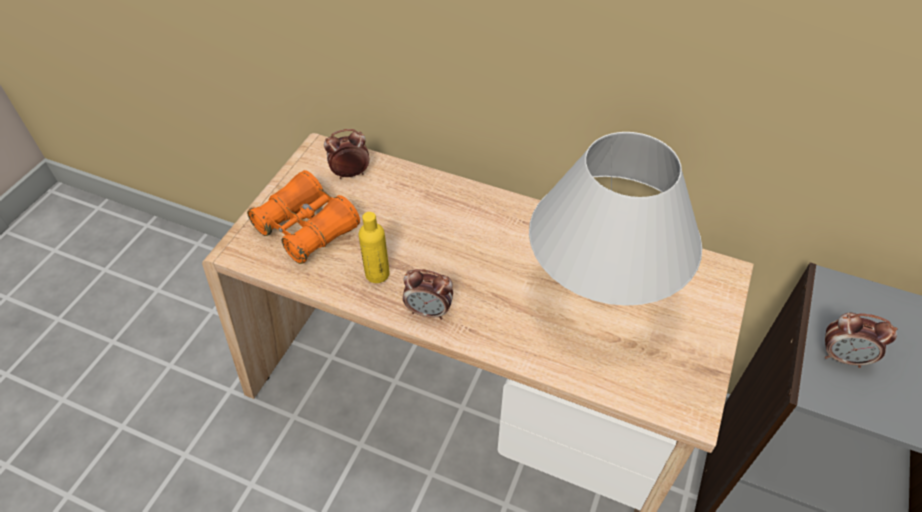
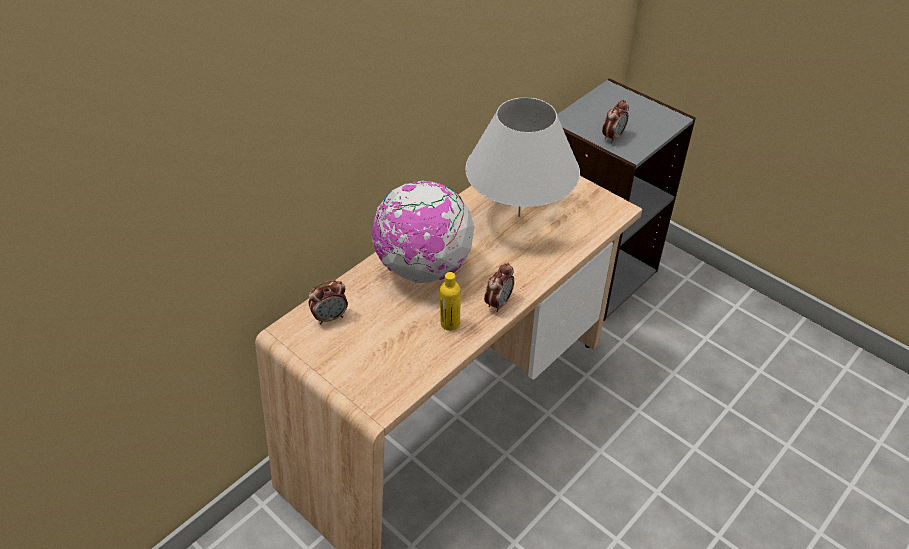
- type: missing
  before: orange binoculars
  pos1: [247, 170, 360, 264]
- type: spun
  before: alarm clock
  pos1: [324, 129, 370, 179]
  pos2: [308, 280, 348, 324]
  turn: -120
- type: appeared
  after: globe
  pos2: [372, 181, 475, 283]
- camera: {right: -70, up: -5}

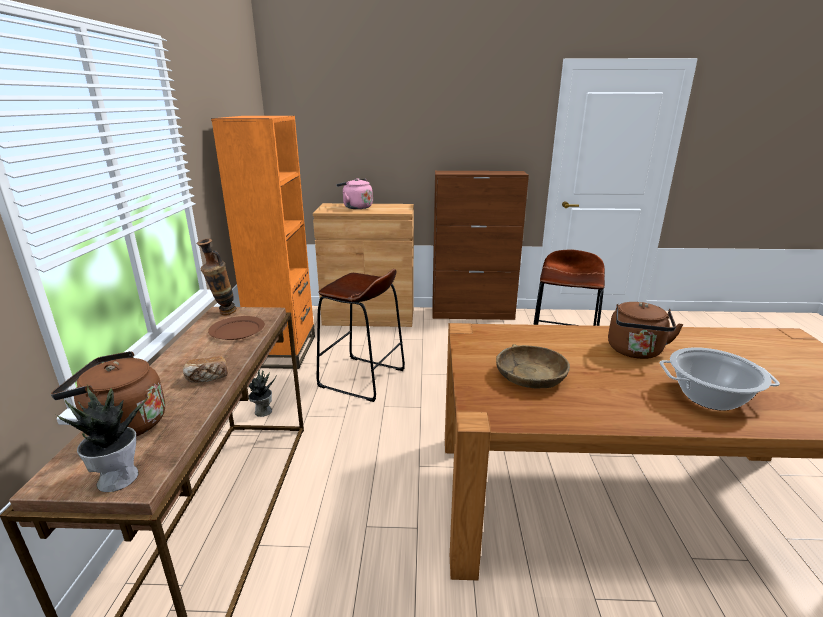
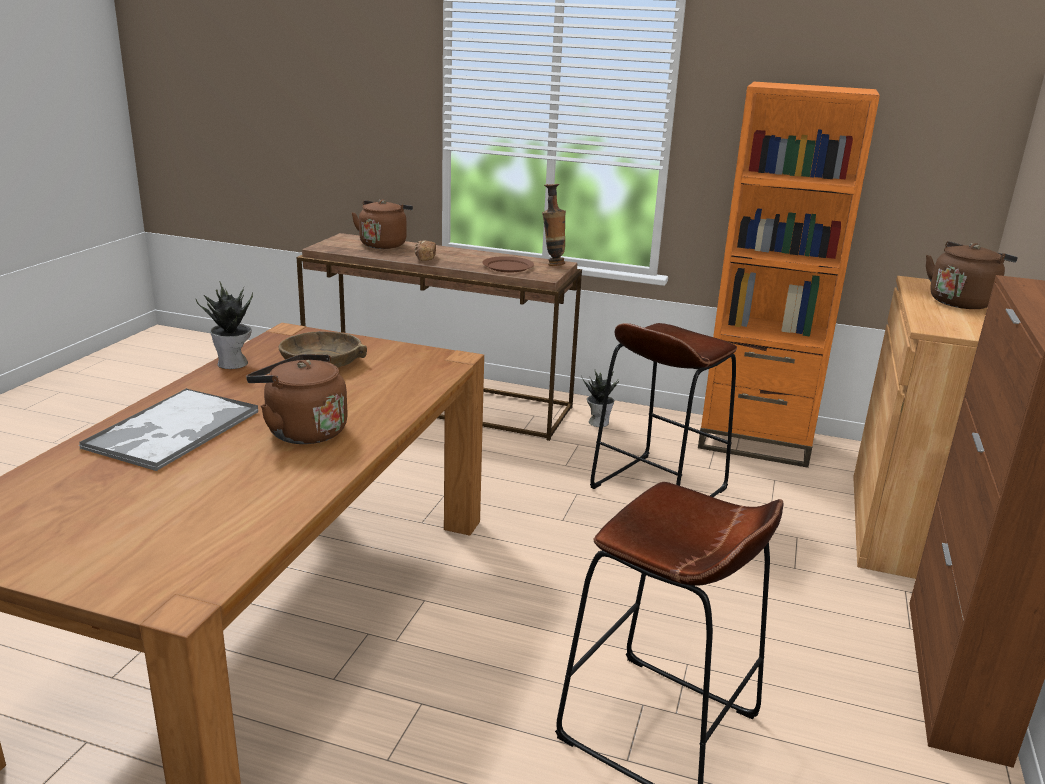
- type: relocated
  before: potted plant
  pos1: [56, 385, 148, 492]
  pos2: [196, 281, 253, 369]
- type: colour
  before: pink kettle
  after: brown kettle
  pos1: [336, 178, 373, 209]
  pos2: [926, 241, 1018, 309]
- type: exchanged
  before: cooking pot
  after: tray
  pos1: [660, 347, 780, 411]
  pos2: [79, 388, 259, 471]
- camera: {right: 105, up: 0}

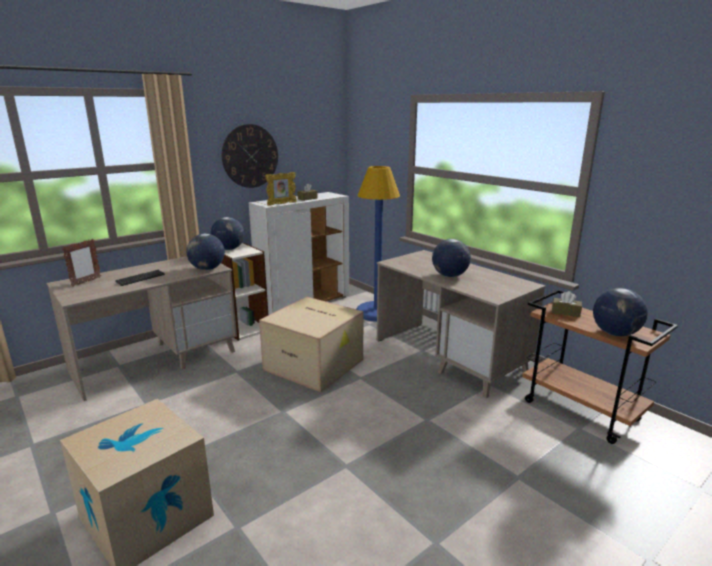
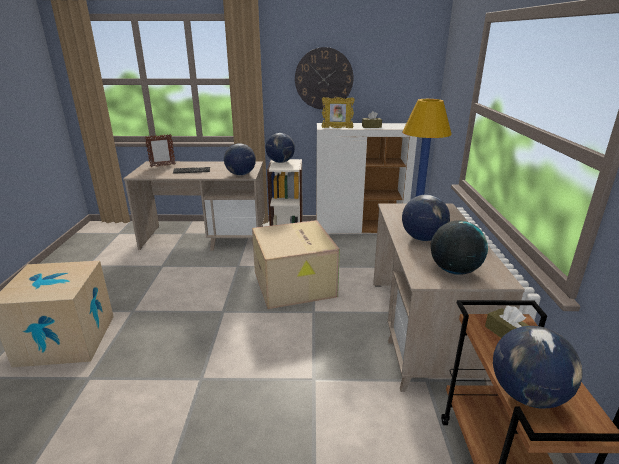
- type: appeared
  after: globe
  pos2: [431, 221, 488, 275]
- camera: {right: 40, up: 5}

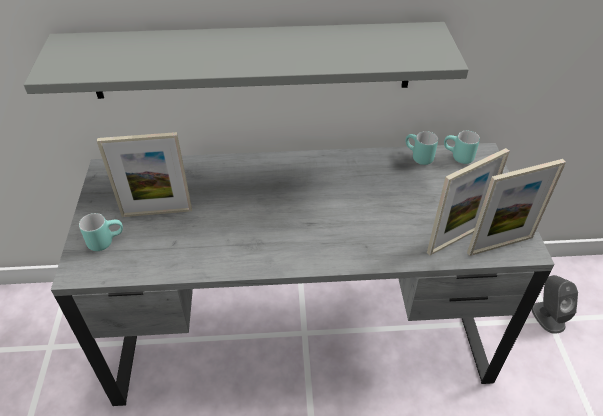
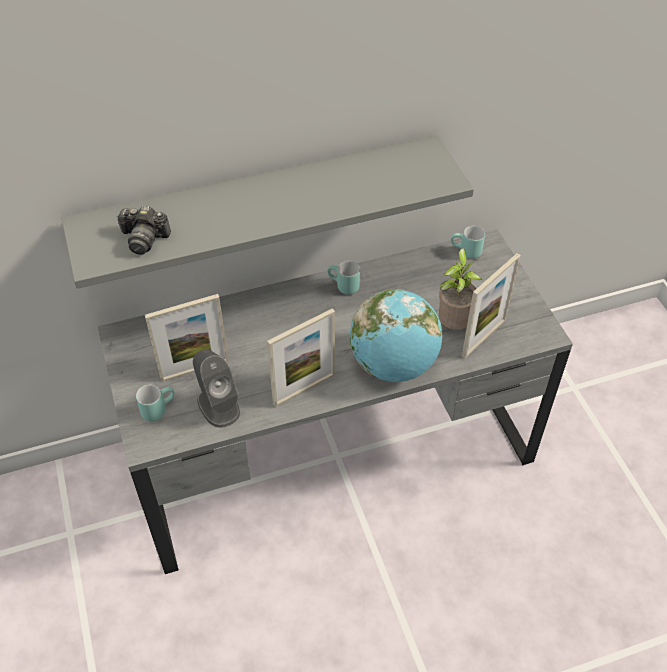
- type: relocated
  before: turquoise mug
  pos1: [405, 131, 438, 165]
  pos2: [327, 261, 360, 294]
- type: relocated
  before: picture frame
  pos1: [467, 159, 566, 256]
  pos2: [267, 308, 335, 407]
- type: relocated
  before: grey speaker
  pos1: [532, 275, 578, 334]
  pos2: [193, 349, 240, 428]
- type: appeared
  after: photo camera
  pos2: [117, 206, 171, 255]
- type: appeared
  after: globe
  pos2: [350, 289, 442, 382]
- type: appeared
  after: potted plant
  pos2: [439, 248, 482, 330]
- camera: {right: -15, up: 5}

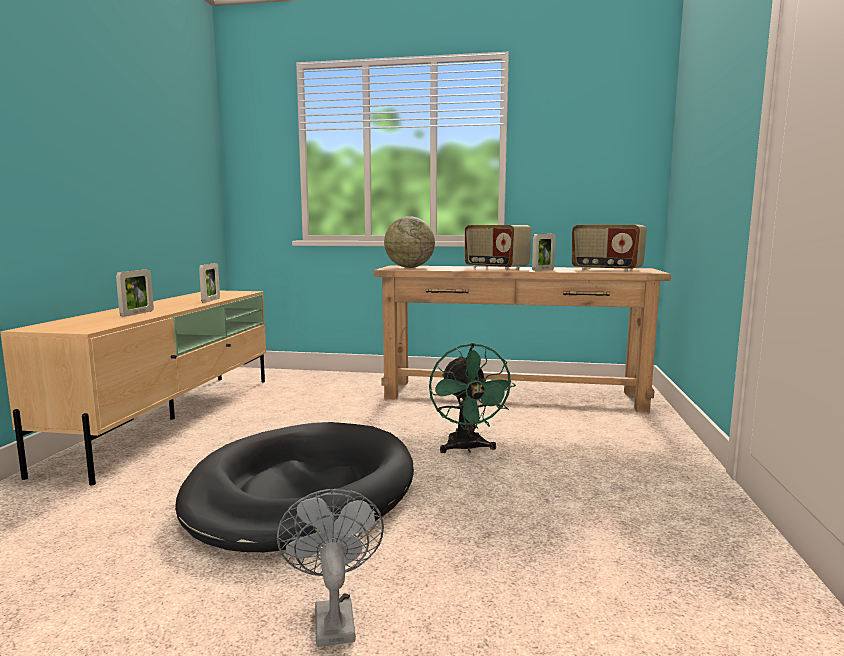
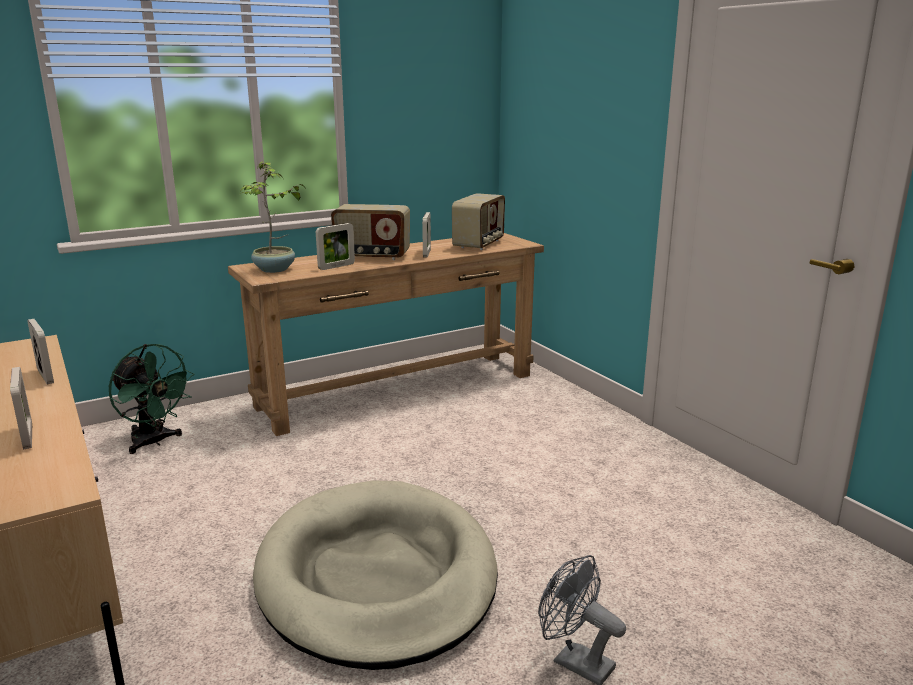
- type: colour
  before: black dog bed
  after: beige dog bed
  pos1: [175, 422, 414, 552]
  pos2: [253, 480, 498, 670]
- type: exchanged
  before: globe
  after: potted plant
  pos1: [384, 216, 435, 268]
  pos2: [239, 161, 305, 273]
- type: relocated
  before: green fan
  pos1: [429, 343, 516, 453]
  pos2: [109, 344, 194, 454]
- type: spun
  before: radio
  pos1: [572, 225, 647, 272]
  pos2: [452, 193, 505, 250]
  turn: -60
- type: appeared
  after: picture frame
  pos2: [316, 223, 355, 270]
- camera: {right: -40, up: 10}

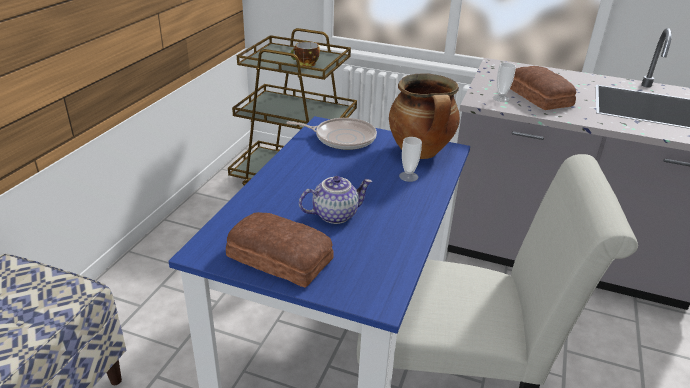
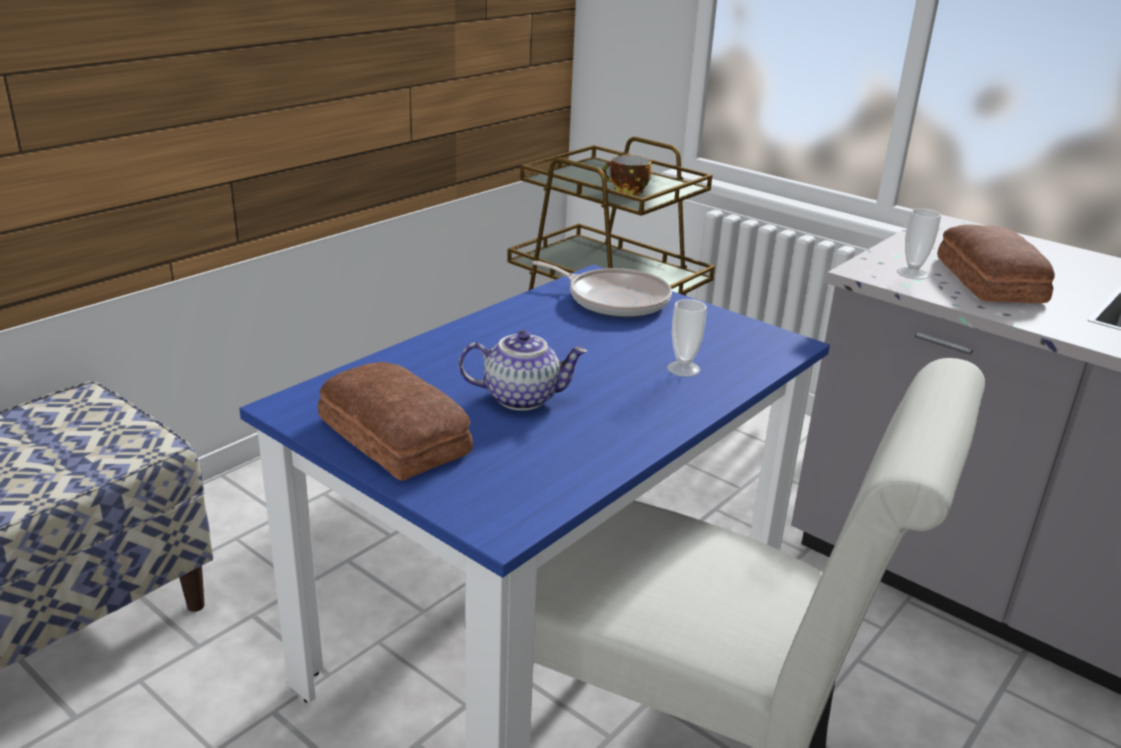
- type: missing
  before: cooking pot
  pos1: [389, 74, 460, 159]
- camera: {right: 20, up: -5}

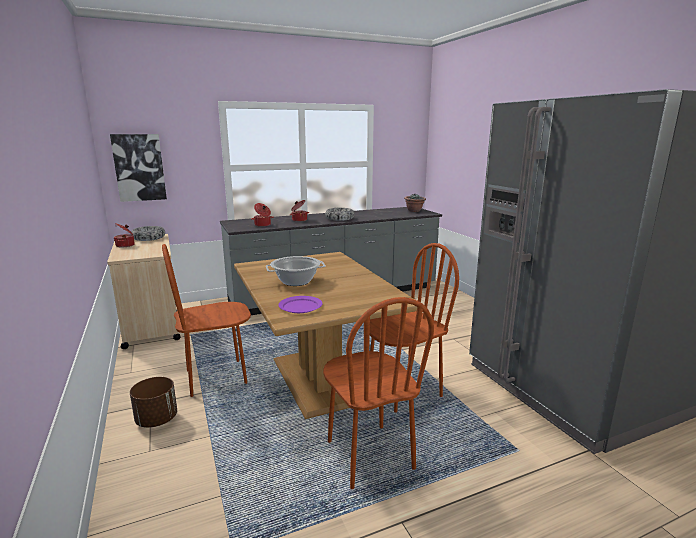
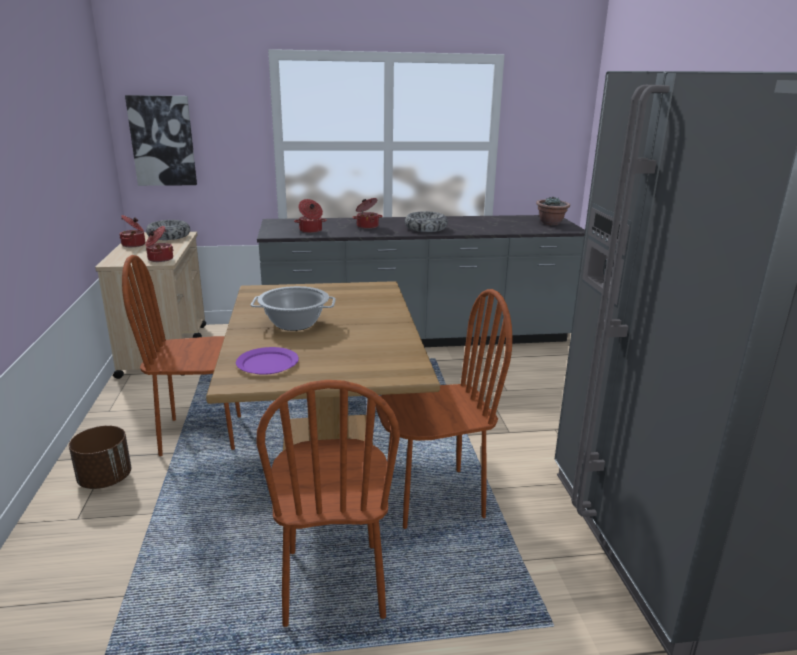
- type: appeared
  after: cooking pot
  pos2: [146, 226, 173, 262]
- camera: {right: 15, up: 5}

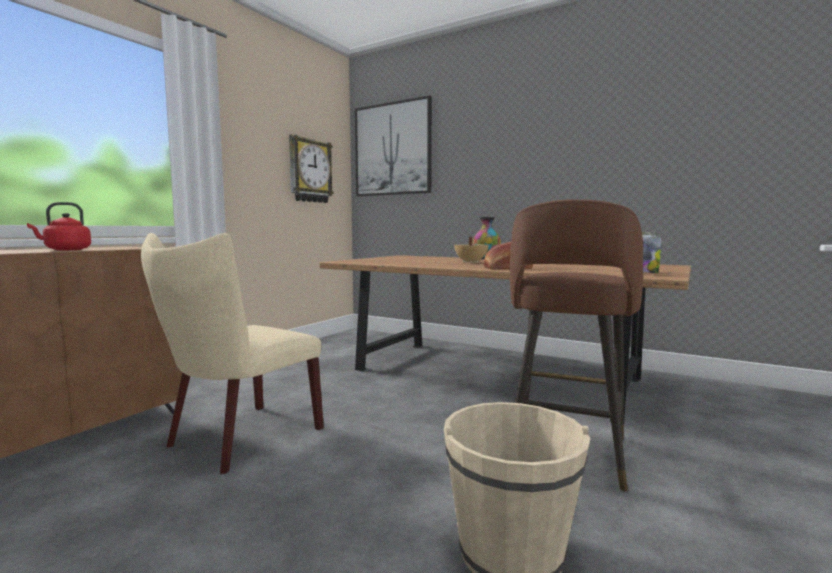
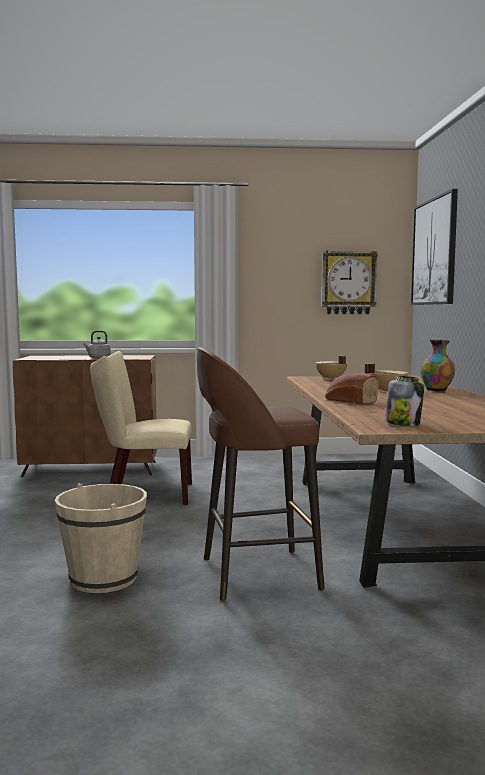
- type: colour
  before: red kettle
  after: grey kettle
  pos1: [27, 202, 91, 250]
  pos2: [83, 331, 111, 359]
- type: appeared
  after: beige cooking pot
  pos2: [315, 356, 348, 380]
- camera: {right: 55, up: 0}

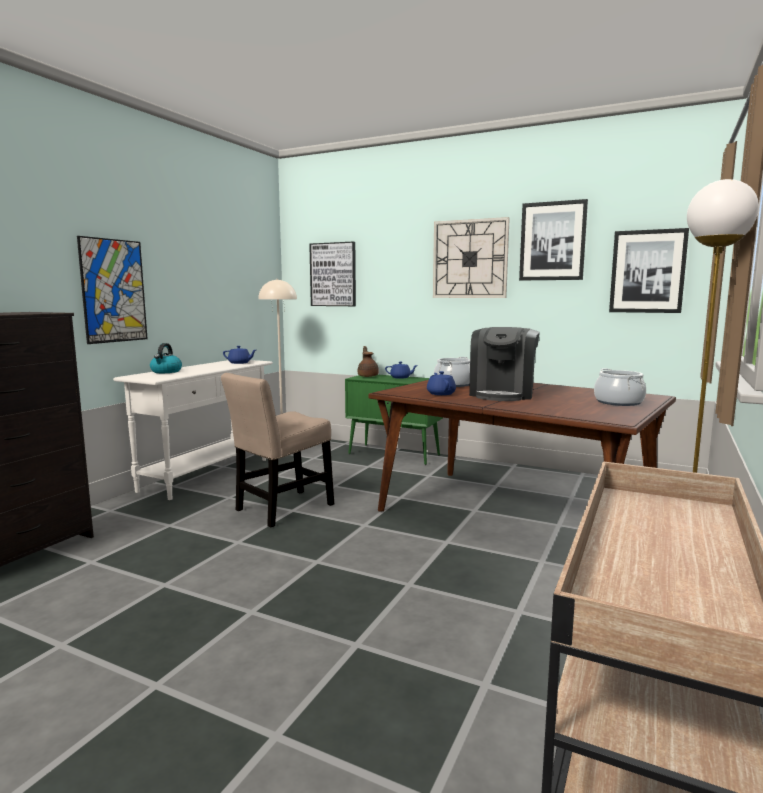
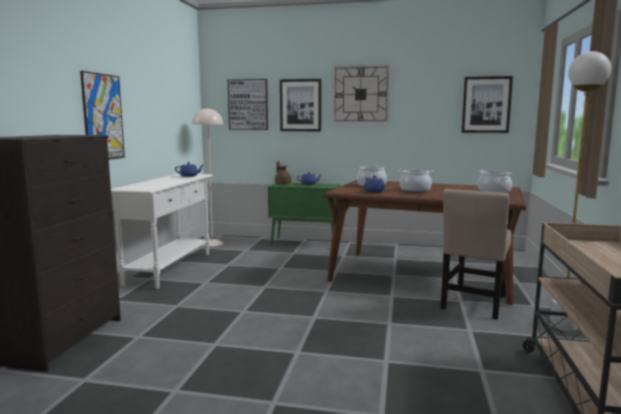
- type: missing
  before: kettle
  pos1: [150, 343, 182, 373]
- type: relocated
  before: beige chair
  pos1: [221, 373, 334, 528]
  pos2: [441, 189, 512, 320]
- type: exchanged
  before: coffee machine
  after: cooking pot
  pos1: [469, 327, 540, 401]
  pos2: [399, 170, 434, 192]
- type: relocated
  before: picture
  pos1: [519, 199, 588, 280]
  pos2: [280, 79, 321, 131]
- camera: {right: -15, up: 0}

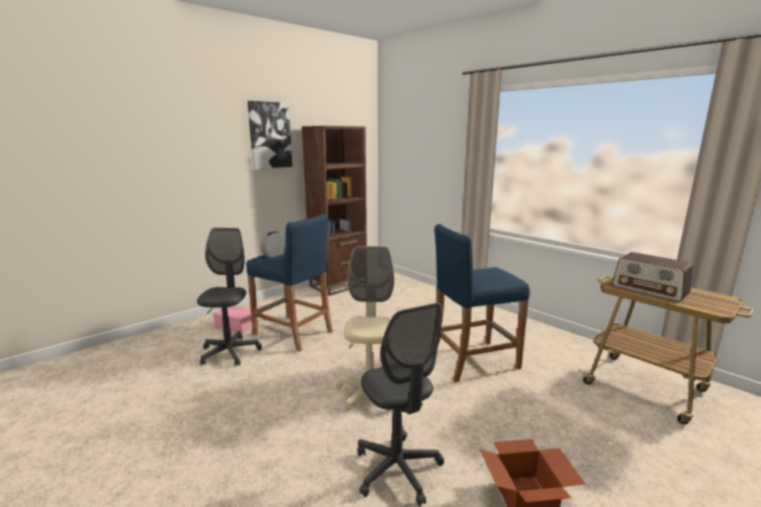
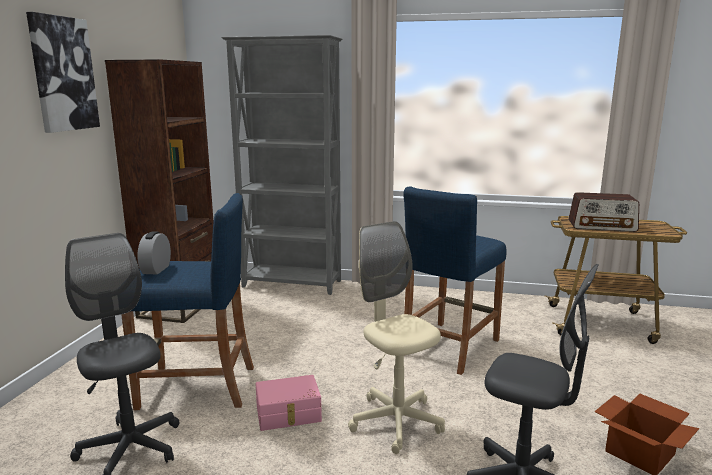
- type: relocated
  before: pink storage box
  pos1: [213, 306, 252, 333]
  pos2: [255, 375, 322, 431]
- type: appeared
  after: grey bookcase
  pos2: [221, 35, 343, 295]
- camera: {right: -35, up: 0}

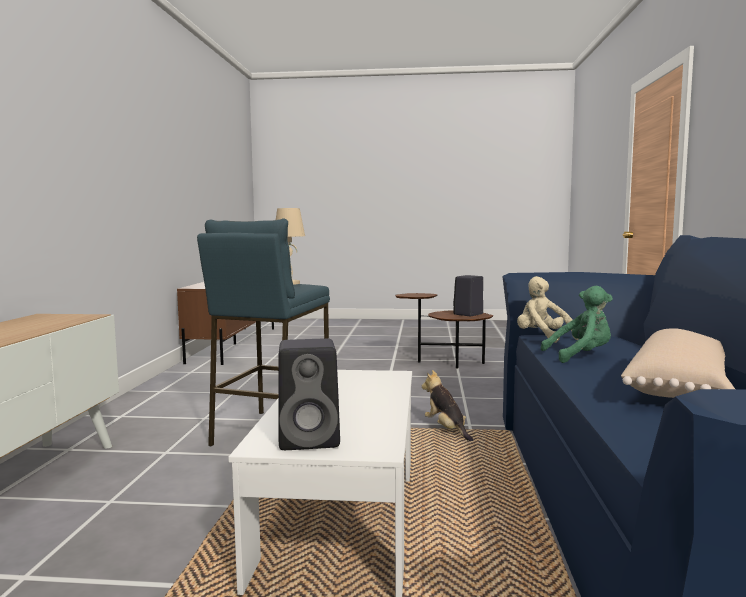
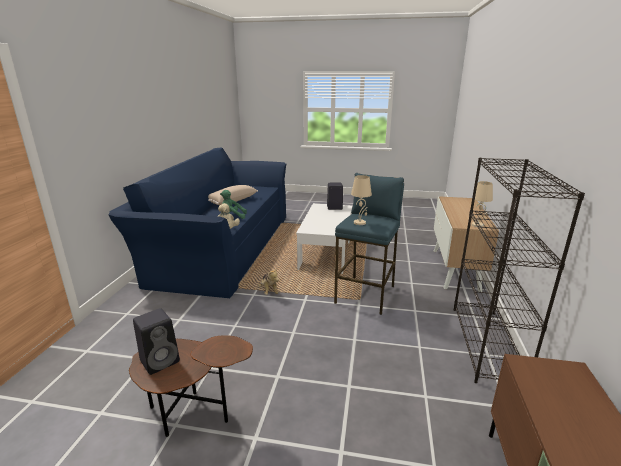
- type: appeared
  after: black bookcase
  pos2: [454, 158, 585, 383]
- type: appeared
  after: beige table lamp
  pos2: [472, 181, 493, 227]
- camera: {right: -175, up: 15}

